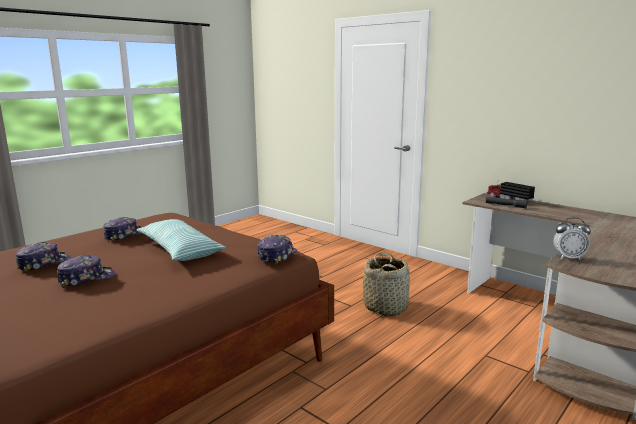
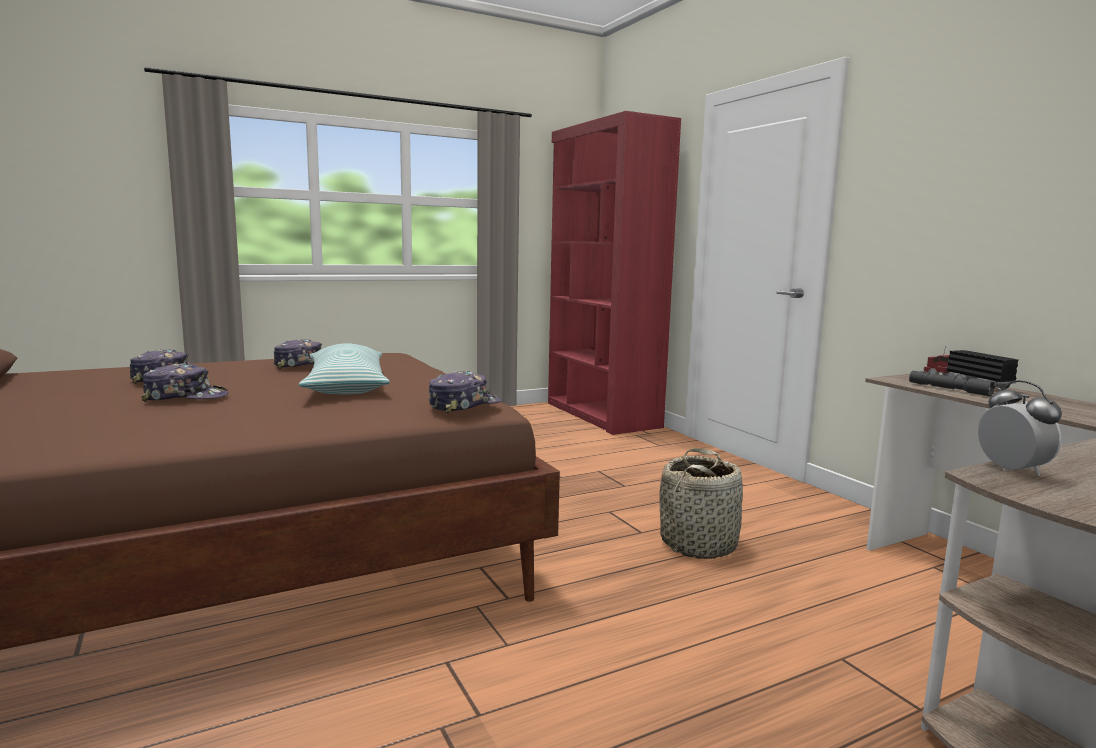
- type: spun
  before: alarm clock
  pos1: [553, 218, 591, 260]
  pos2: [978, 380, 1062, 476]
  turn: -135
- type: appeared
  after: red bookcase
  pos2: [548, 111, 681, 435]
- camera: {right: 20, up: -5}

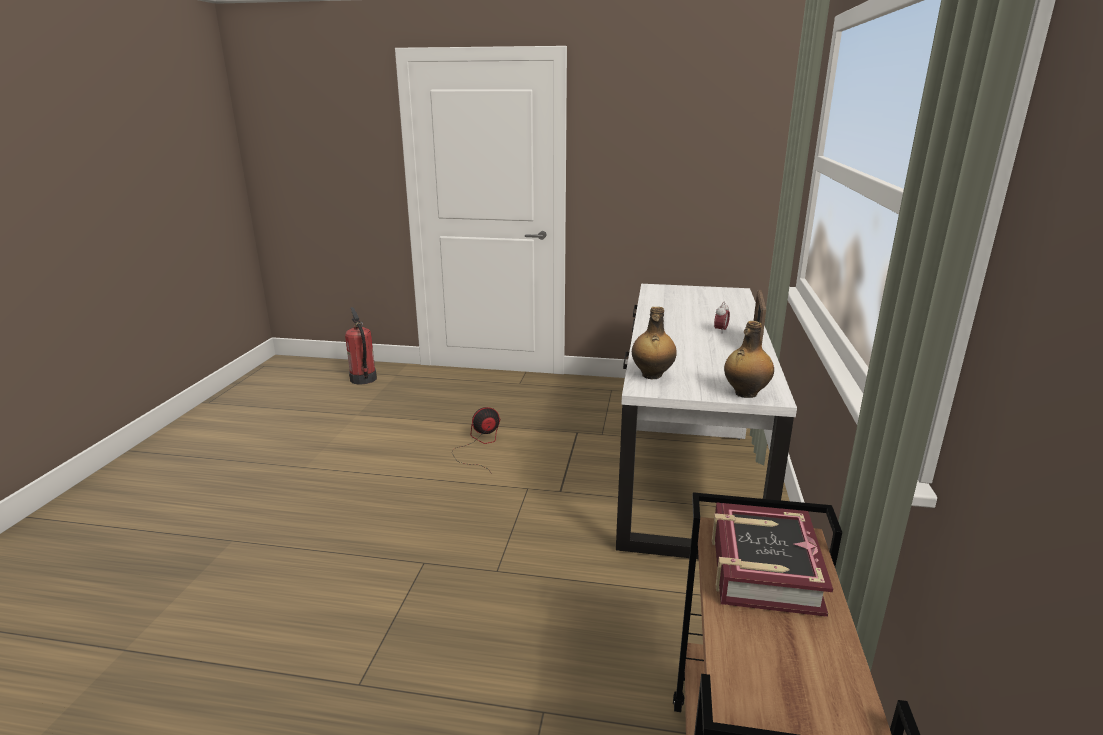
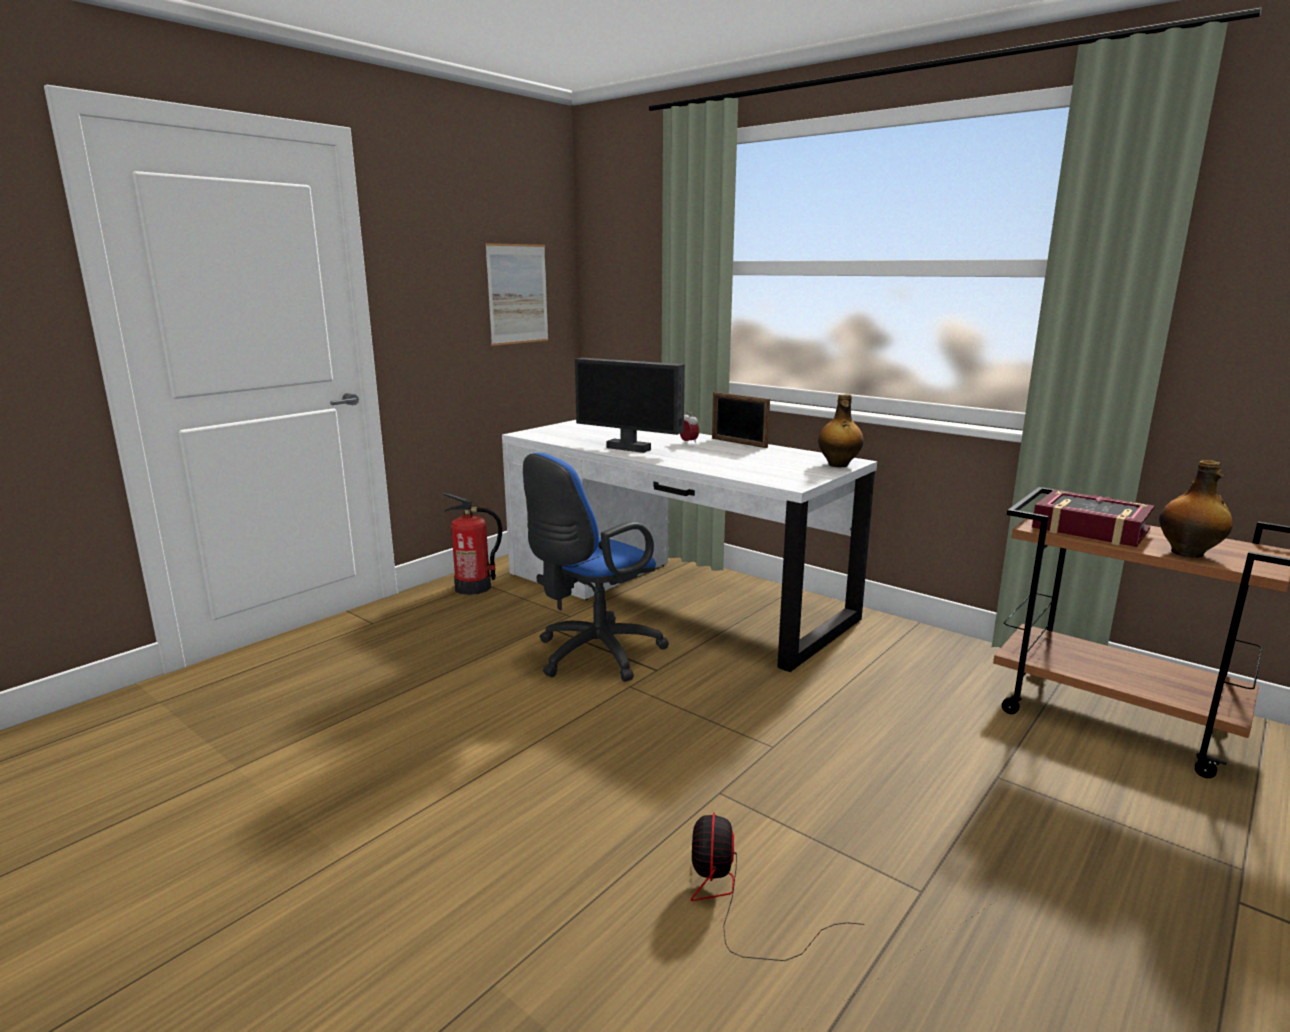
- type: relocated
  before: fire extinguisher
  pos1: [345, 307, 377, 385]
  pos2: [444, 493, 502, 595]
- type: relocated
  before: fan
  pos1: [452, 407, 500, 474]
  pos2: [691, 813, 864, 961]
- type: relocated
  before: bottle
  pos1: [632, 307, 677, 379]
  pos2: [1159, 460, 1233, 558]
- type: appeared
  after: picture
  pos2: [485, 243, 549, 346]
- type: appeared
  after: blue office chair
  pos2: [523, 453, 669, 682]
- type: appeared
  after: monitor
  pos2: [575, 358, 685, 453]
- camera: {right: -60, up: -5}

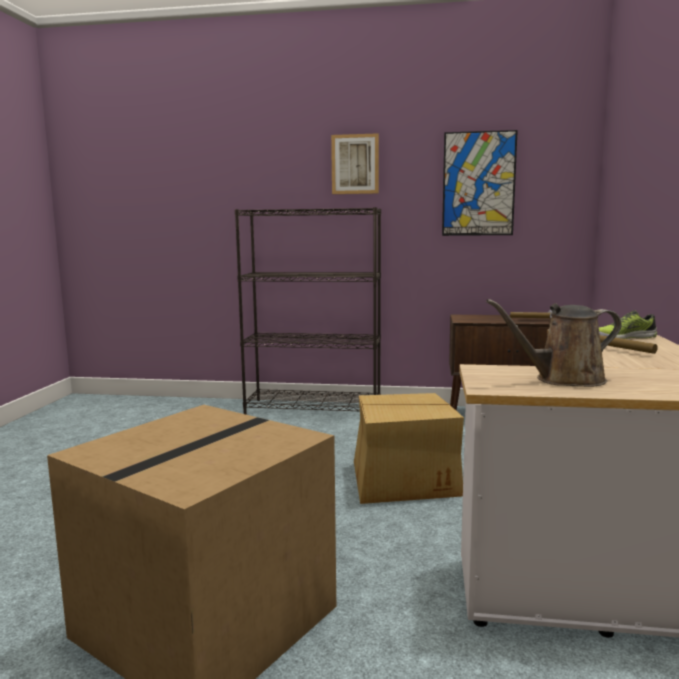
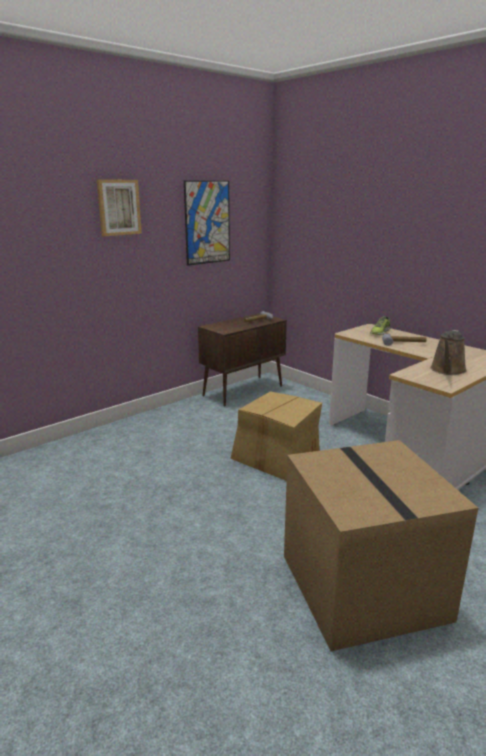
- type: missing
  before: black bookcase
  pos1: [235, 207, 381, 415]
- camera: {right: -50, up: 10}

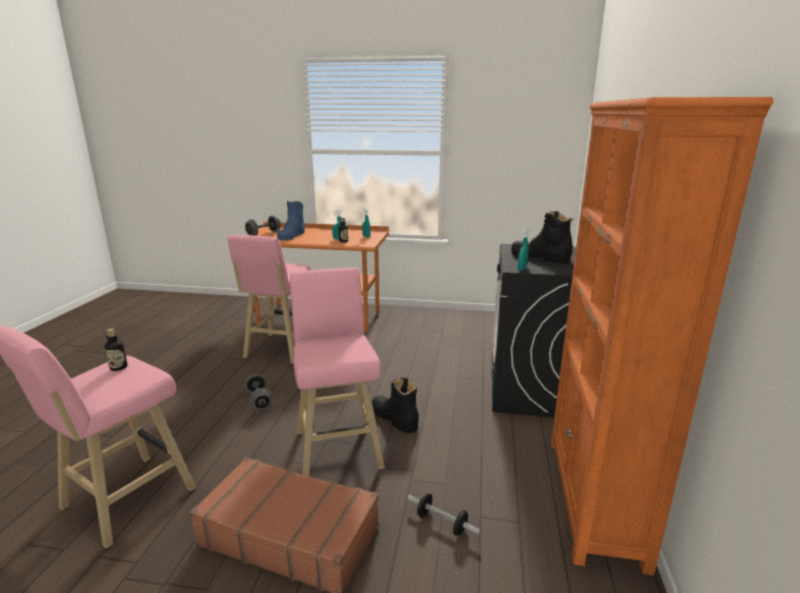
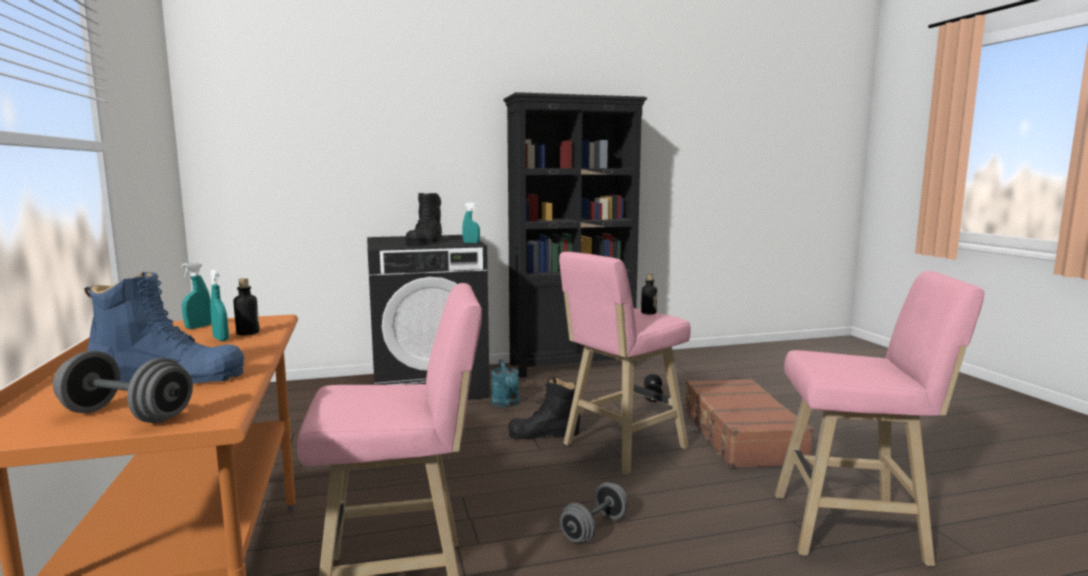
- type: relocated
  before: bottle
  pos1: [105, 328, 128, 371]
  pos2: [641, 274, 657, 314]
- type: spun
  before: black boot
  pos1: [372, 378, 419, 433]
  pos2: [508, 377, 580, 439]
  turn: 60
- type: colour
  before: orange bookcase
  after: black bookcase
  pos1: [551, 97, 773, 576]
  pos2: [503, 92, 647, 378]
- type: appeared
  after: turquoise watering can
  pos2: [491, 359, 520, 407]
- camera: {right: -115, up: -10}

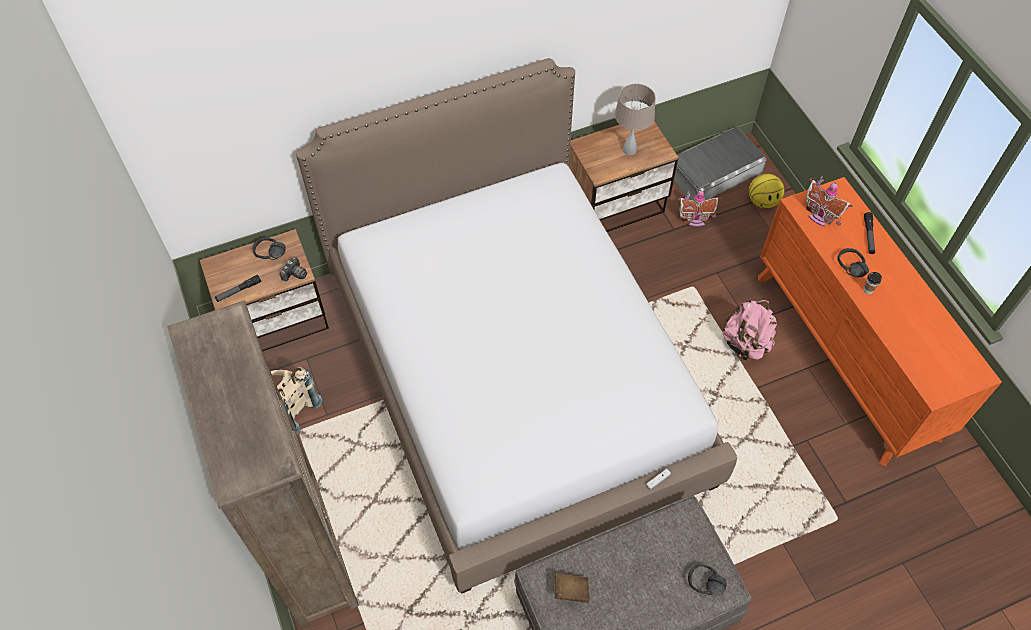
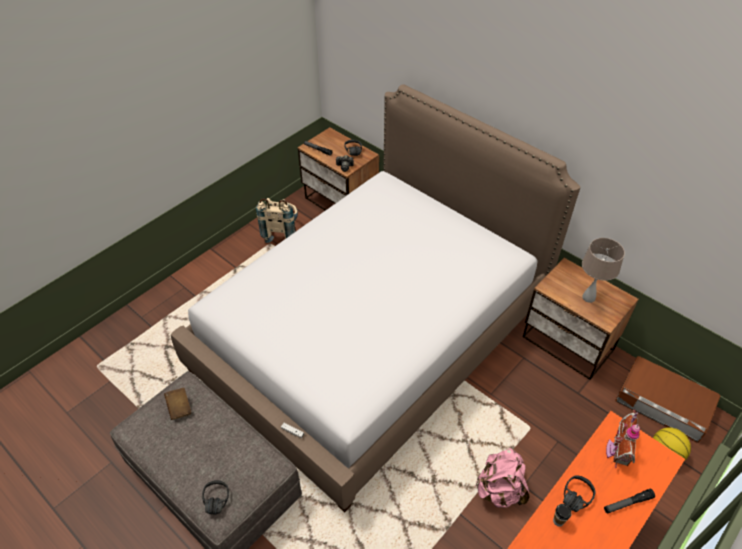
- type: missing
  before: brown bookcase
  pos1: [167, 301, 359, 629]
- type: colour
  before: grey storage box
  after: brown storage box
  pos1: [673, 127, 766, 201]
  pos2: [615, 356, 720, 443]
- type: missing
  before: toy house
  pos1: [678, 190, 721, 227]
- camera: {right: 65, up: -10}

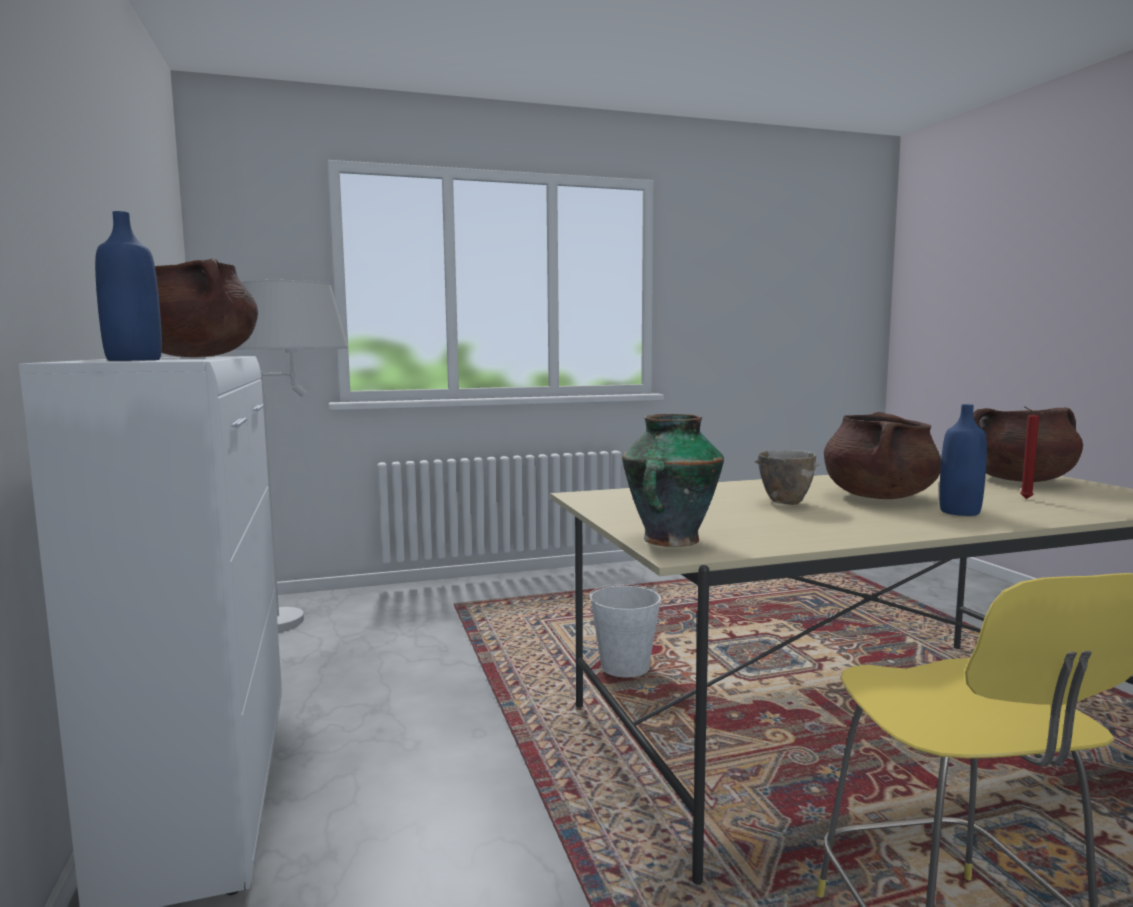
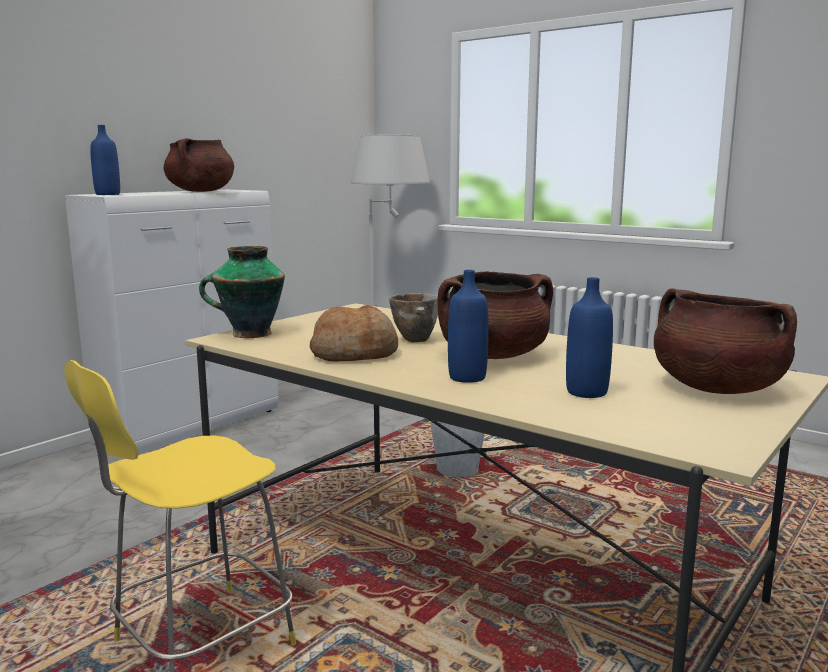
- type: exchanged
  before: red candle
  after: blue bottle
  pos1: [1020, 406, 1039, 499]
  pos2: [566, 277, 613, 398]
- type: appeared
  after: bread
  pos2: [310, 305, 398, 361]
- camera: {right: 55, up: 5}

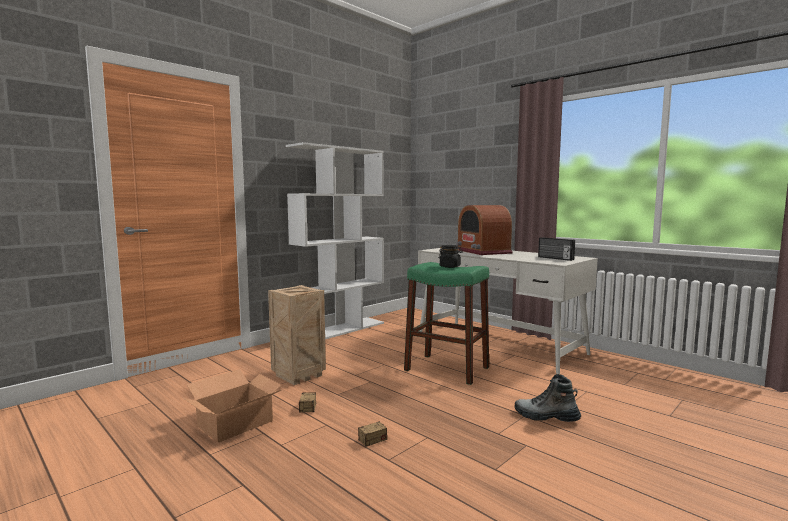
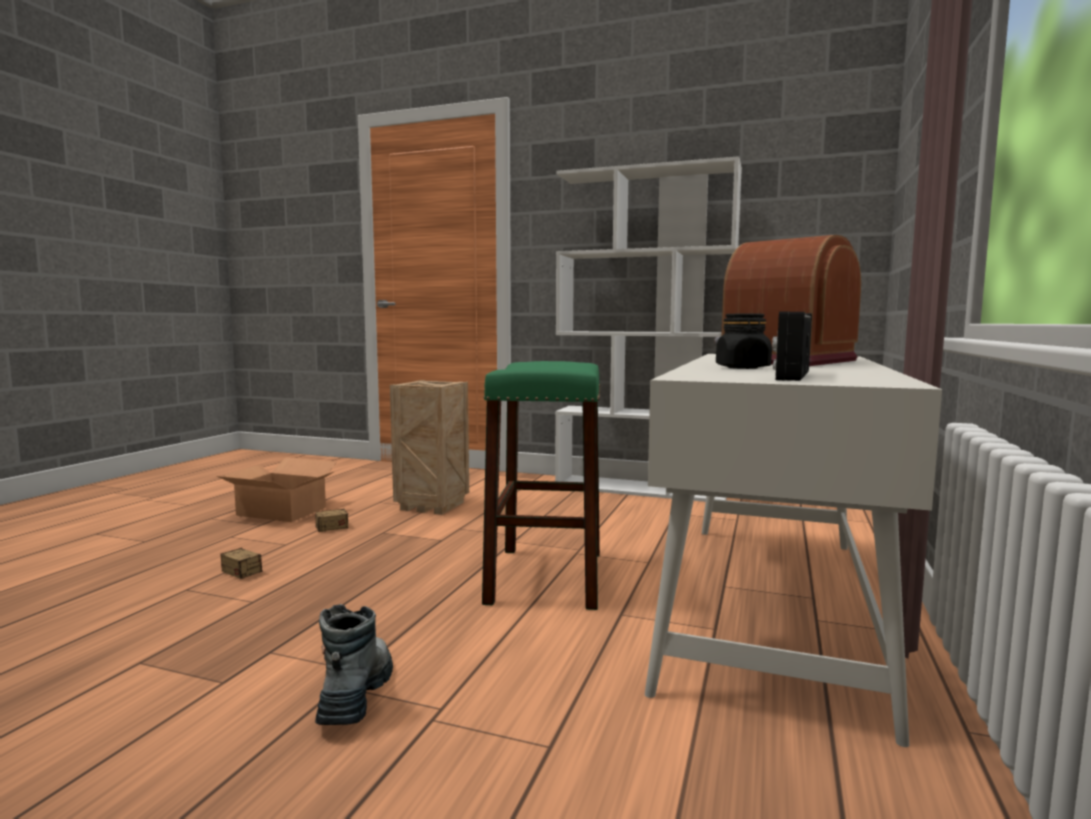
- type: relocated
  before: black jar
  pos1: [438, 245, 463, 268]
  pos2: [716, 314, 772, 369]
- camera: {right: 65, up: 0}

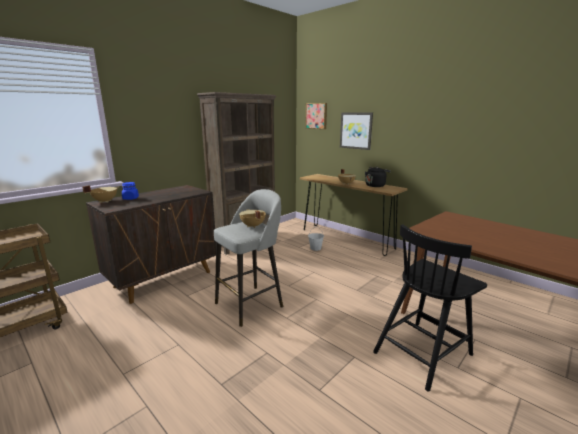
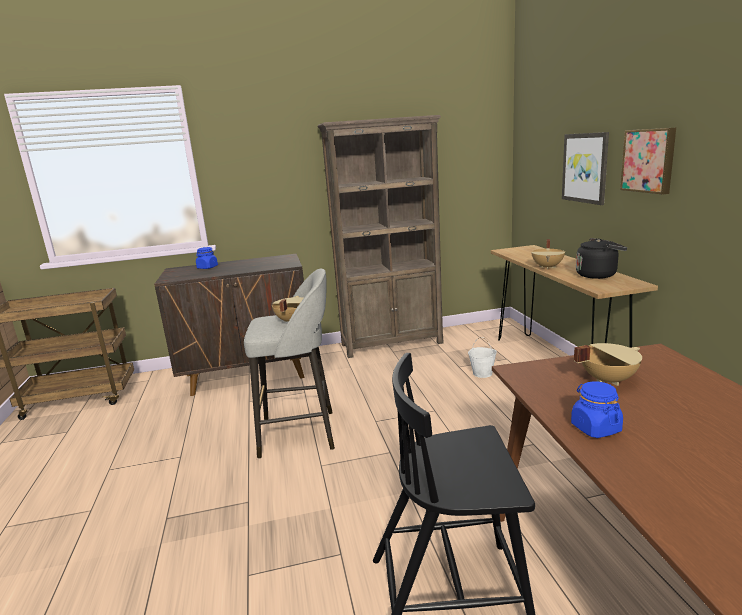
- type: relocated
  before: beige cooking pot
  pos1: [82, 186, 119, 203]
  pos2: [574, 343, 642, 386]
- type: relocated
  before: picture
  pos1: [305, 103, 327, 129]
  pos2: [620, 128, 676, 195]
- type: appeared
  after: blue jar
  pos2: [571, 381, 623, 438]
- camera: {right: 35, up: 0}

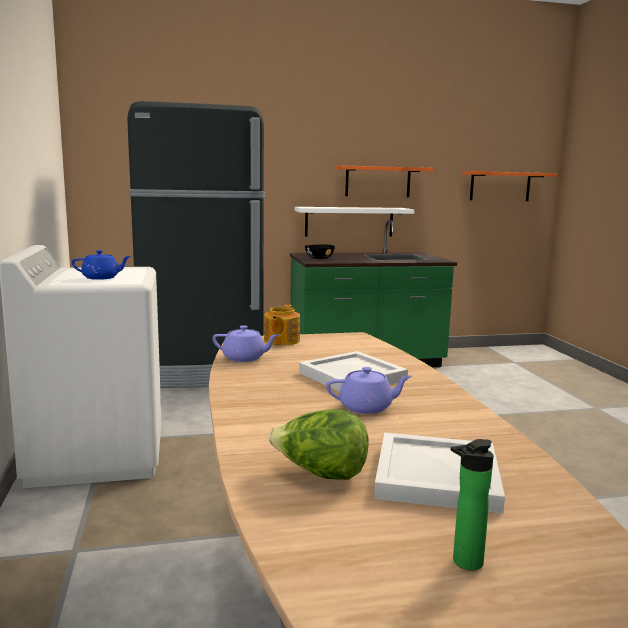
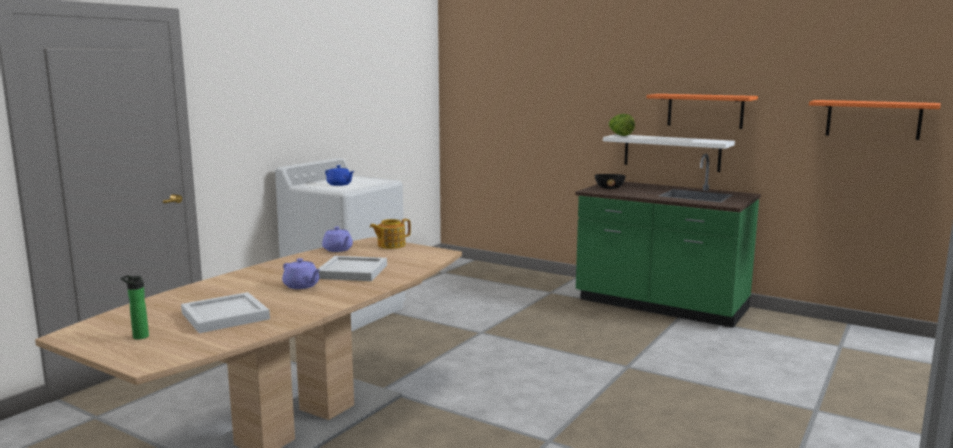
- type: missing
  before: black fridge
  pos1: [127, 101, 265, 388]
- type: relocated
  before: lettuce
  pos1: [268, 409, 369, 480]
  pos2: [608, 114, 635, 136]
- camera: {right: 45, up: 0}

